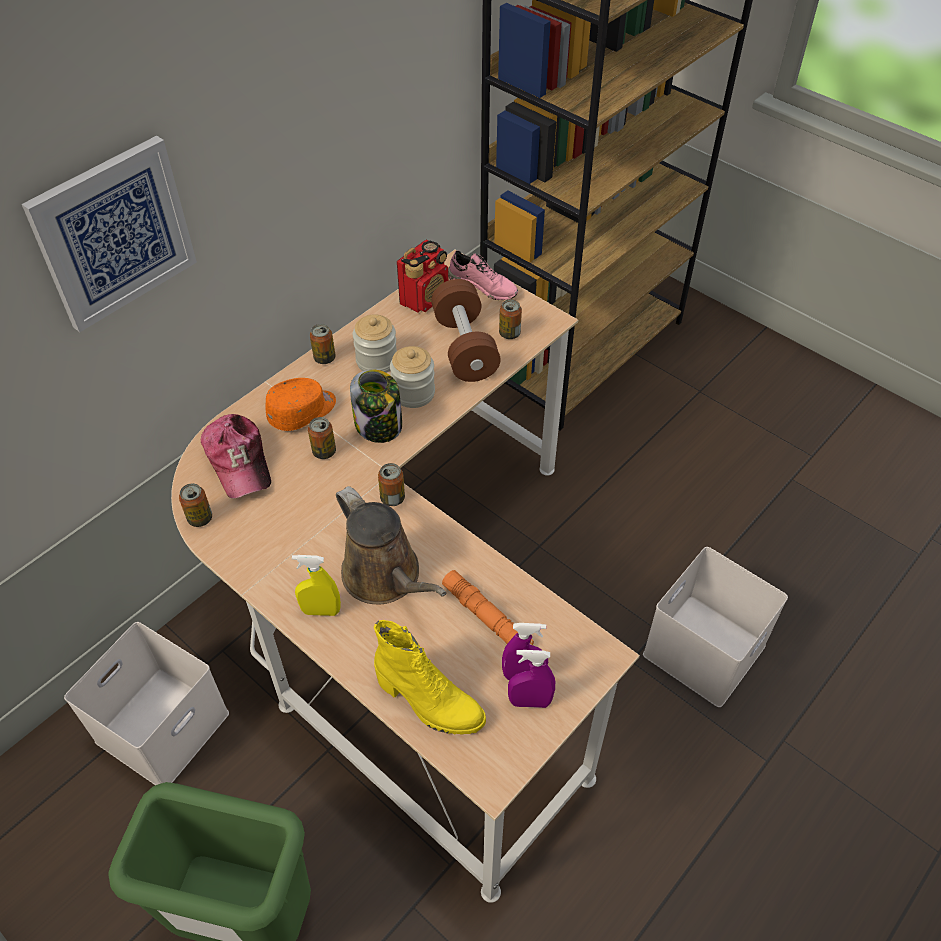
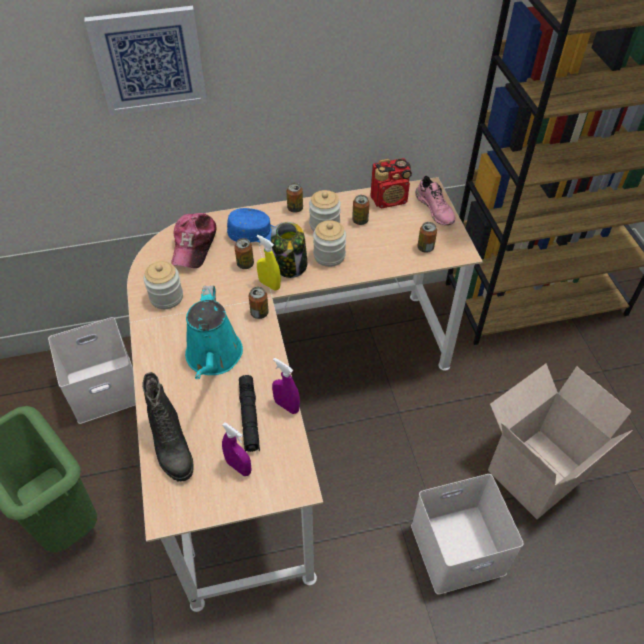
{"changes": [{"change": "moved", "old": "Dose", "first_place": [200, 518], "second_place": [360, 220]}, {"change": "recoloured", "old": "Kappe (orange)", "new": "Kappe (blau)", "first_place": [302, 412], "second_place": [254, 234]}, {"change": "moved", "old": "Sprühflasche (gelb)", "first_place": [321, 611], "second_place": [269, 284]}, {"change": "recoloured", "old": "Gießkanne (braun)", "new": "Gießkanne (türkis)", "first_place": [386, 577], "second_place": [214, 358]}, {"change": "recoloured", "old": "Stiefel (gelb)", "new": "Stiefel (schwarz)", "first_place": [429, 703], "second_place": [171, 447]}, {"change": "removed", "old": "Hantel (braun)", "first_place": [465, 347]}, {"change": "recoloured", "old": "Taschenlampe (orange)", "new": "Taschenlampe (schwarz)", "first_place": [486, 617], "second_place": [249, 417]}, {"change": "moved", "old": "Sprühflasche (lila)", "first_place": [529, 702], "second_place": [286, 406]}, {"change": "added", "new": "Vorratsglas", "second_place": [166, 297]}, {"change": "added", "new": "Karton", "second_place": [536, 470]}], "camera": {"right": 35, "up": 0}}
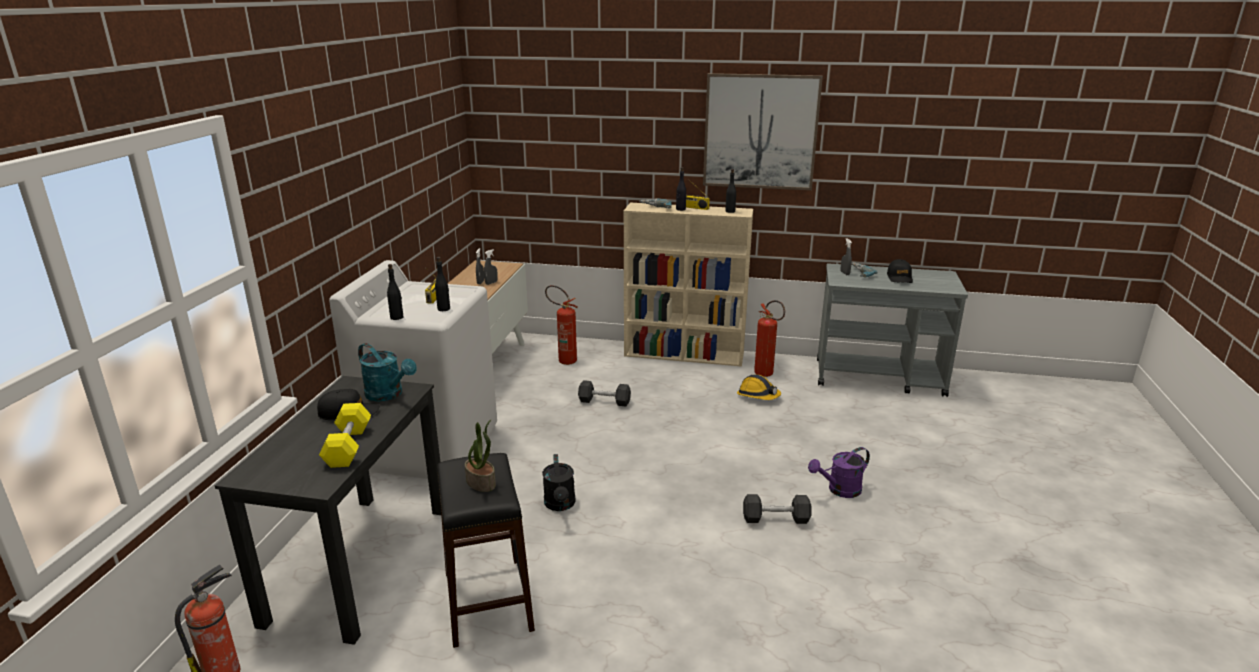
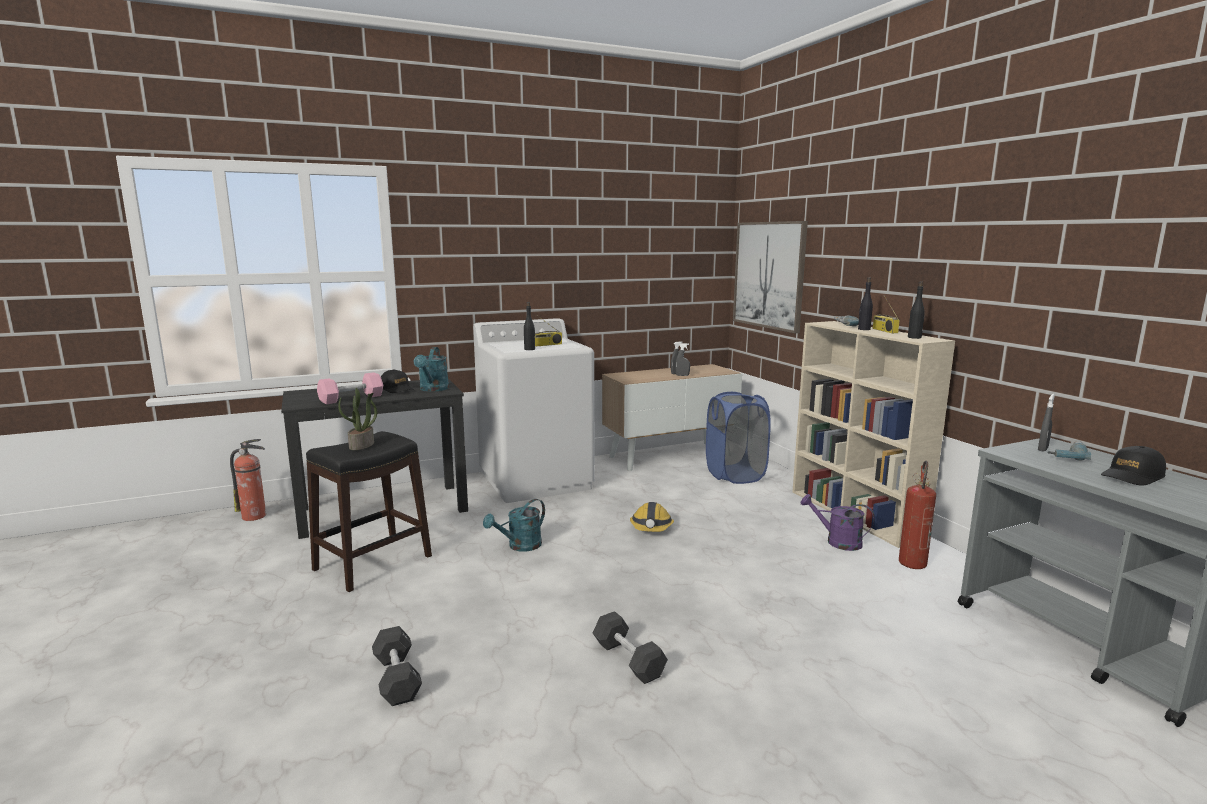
{"changes": [{"change": "recoloured", "old": "Hantel (gelb)", "new": "Hantel (rosa)", "first_place": [348, 446], "second_place": [351, 398]}, {"change": "removed", "old": "Flasche (schwarz)", "first_place": [397, 317]}, {"change": "recoloured", "old": "Gießkanne (schwarz)", "new": "Gießkanne (türkis)", "first_place": [560, 505], "second_place": [520, 546]}, {"change": "replaced", "old": "Feuerlöscher", "new": "Wäschekorb (blau)", "first_place": [563, 360], "second_place": [735, 474]}, {"change": "moved", "old": "Hantel (schwarz)", "first_place": [604, 401], "second_place": [397, 678]}, {"change": "moved", "old": "Bild", "first_place": [760, 132], "second_place": [769, 275]}, {"change": "moved", "old": "Schutzhelm", "first_place": [758, 396], "second_place": [651, 528]}, {"change": "moved", "old": "Gießkanne (lila)", "first_place": [839, 490], "second_place": [837, 542]}], "camera": {"right": 55, "up": -10}}
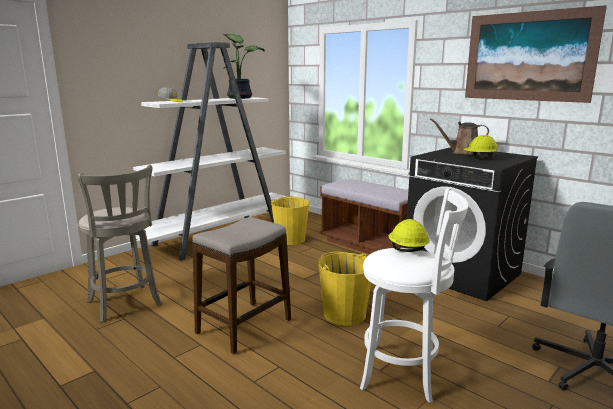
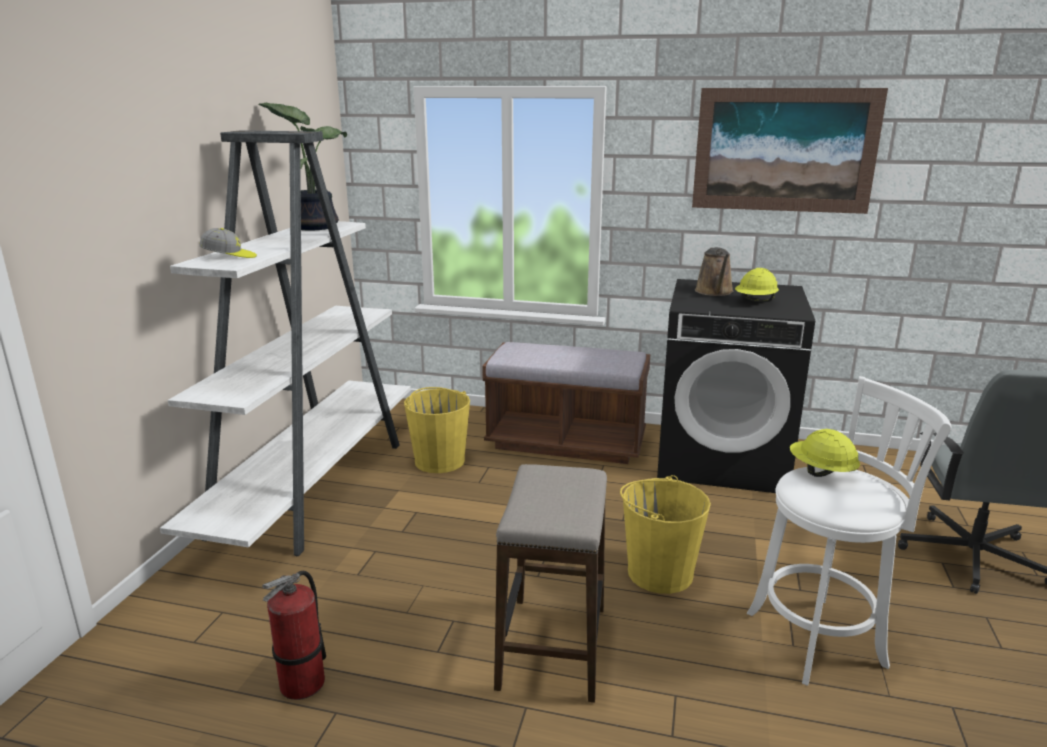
{"changes": [{"change": "replaced", "old": "Hocker (grau)", "new": "Feuerlöscher", "first_place": [125, 304], "second_place": [303, 683]}, {"change": "turned", "old": "Gießkanne (braun)", "first_place": [462, 153], "second_place": [714, 292], "degrees": -60}], "camera": {"right": -30, "up": 5}}
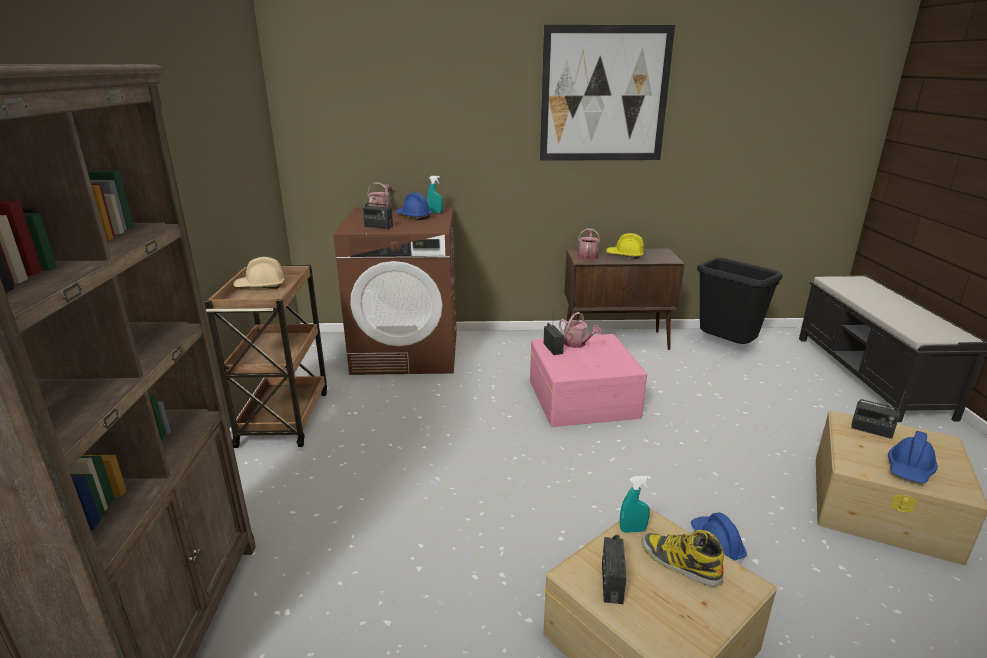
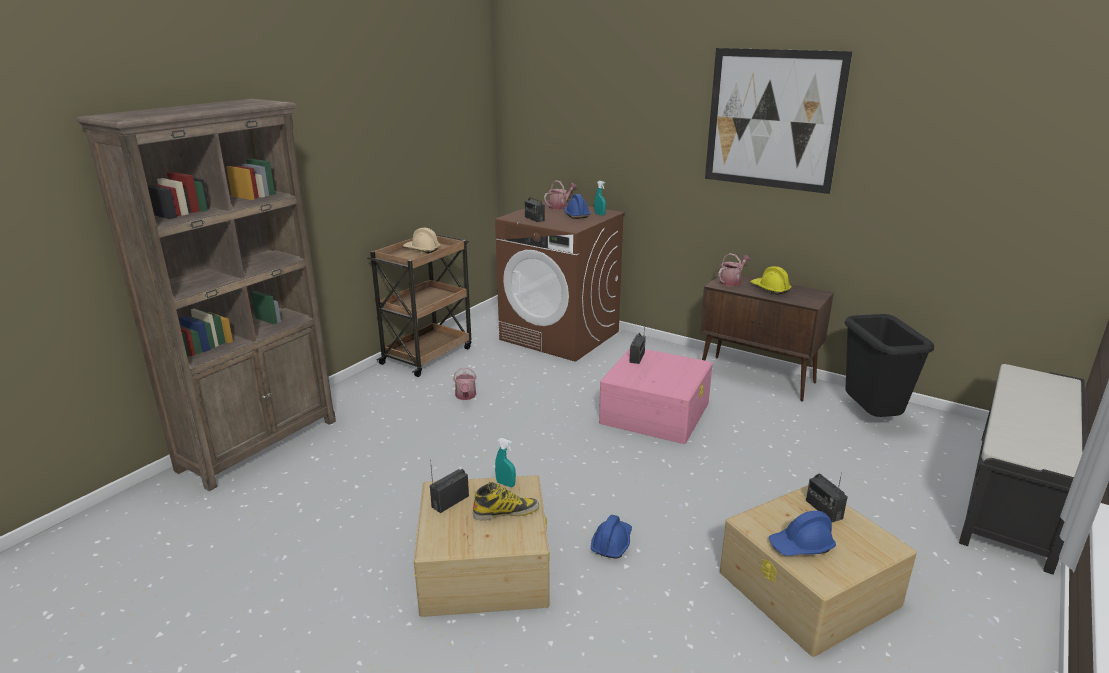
{"changes": [{"change": "moved", "old": "Gießkanne", "first_place": [577, 344], "second_place": [465, 396]}, {"change": "turned", "old": "Stiefel", "first_place": [679, 563], "second_place": [506, 512], "degrees": 90}], "camera": {"right": 35, "up": 0}}
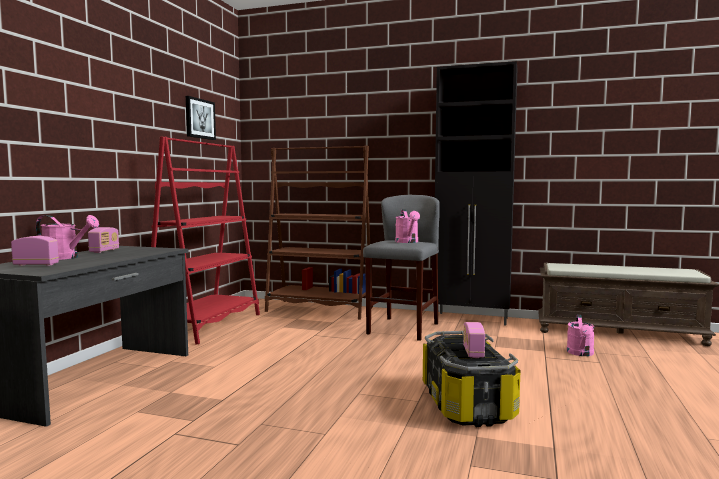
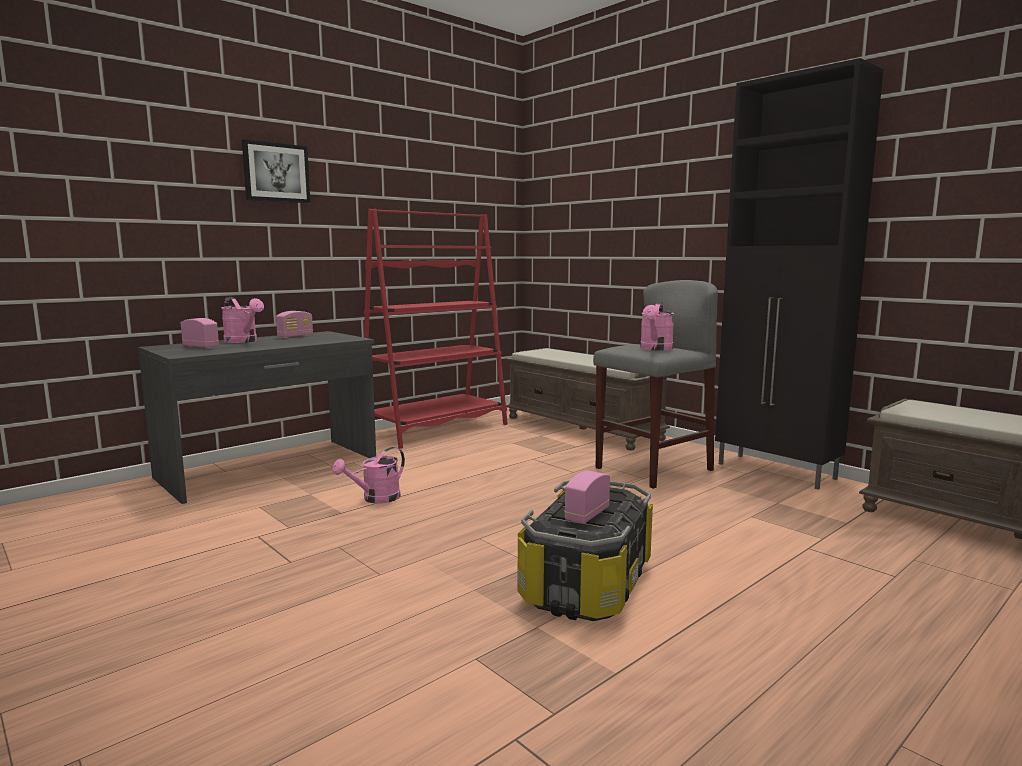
{"changes": [{"change": "moved", "old": "Bild", "first_place": [199, 118], "second_place": [276, 172]}, {"change": "replaced", "old": "Bücherregal (braun)", "new": "Bank (braun)", "first_place": [319, 310], "second_place": [584, 428]}, {"change": "moved", "old": "Gießkanne (rosa)", "first_place": [581, 353], "second_place": [375, 499]}], "camera": {"right": 30, "up": 5}}
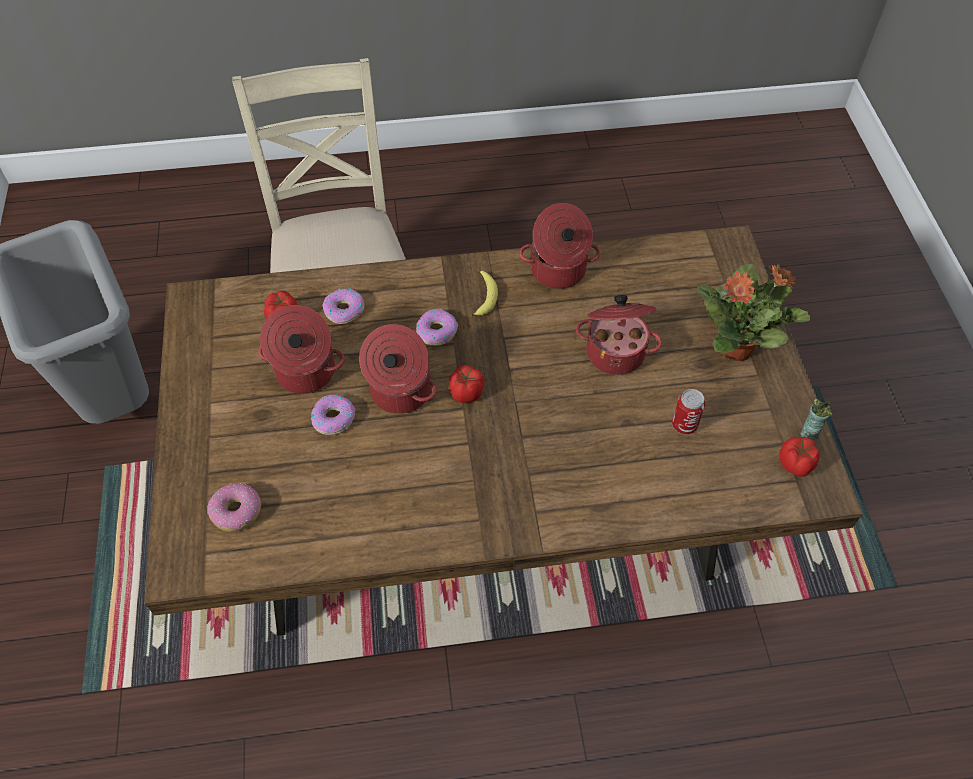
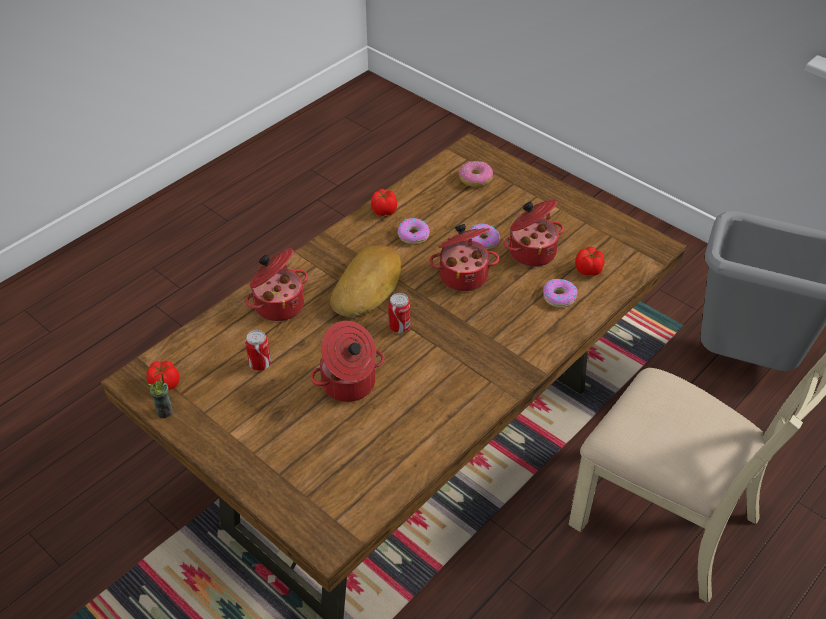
{"changes": [{"change": "moved", "old": "Donut", "first_place": [436, 331], "second_place": [413, 235]}, {"change": "moved", "old": "Tomate", "first_place": [466, 393], "second_place": [384, 210]}, {"change": "removed", "old": "Banane", "first_place": [485, 297]}, {"change": "moved", "old": "Kochtopf", "first_place": [558, 271], "second_place": [278, 304]}, {"change": "removed", "old": "Topfpflanze", "first_place": [736, 348]}, {"change": "added", "new": "Brot", "second_place": [368, 287]}, {"change": "added", "new": "Dose", "second_place": [399, 327]}], "camera": {"right": 140, "up": -10}}
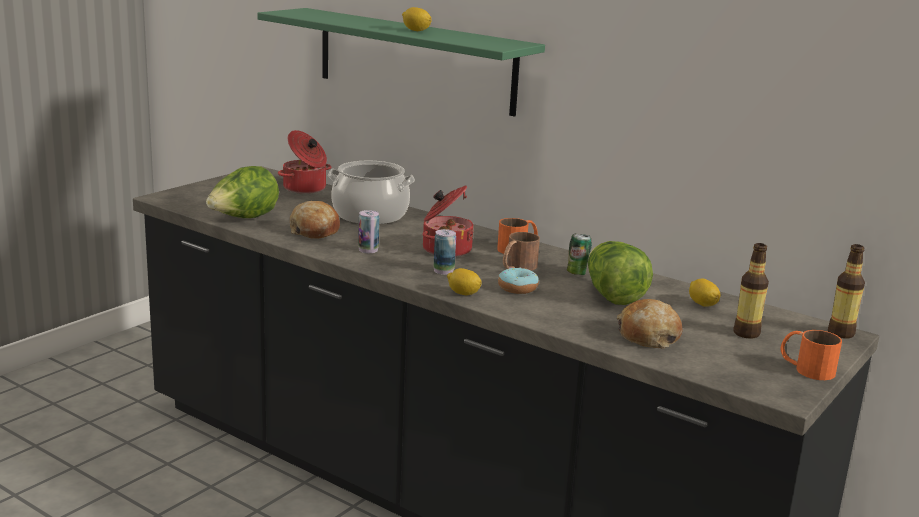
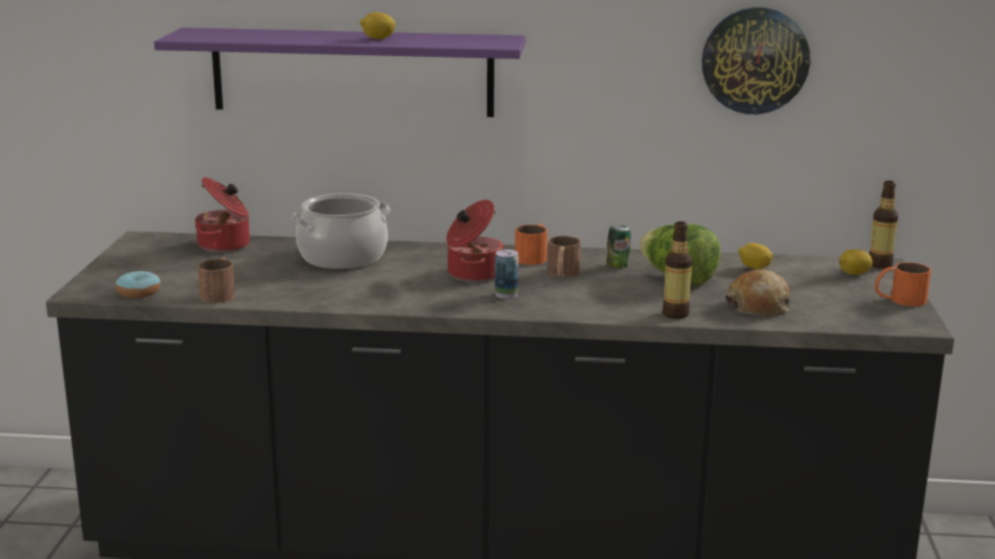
{"changes": [{"change": "replaced", "old": "Salatkopf", "new": "Henkelbecher (braun)", "first_place": [243, 219], "second_place": [220, 293]}, {"change": "recoloured", "old": "Wandregal (grün)", "new": "Wandregal (lila)", "first_place": [415, 60], "second_place": [352, 72]}, {"change": "removed", "old": "Brot", "first_place": [314, 231]}, {"change": "removed", "old": "Dose", "first_place": [368, 250]}, {"change": "moved", "old": "Zitrone", "first_place": [463, 294], "second_place": [854, 274]}, {"change": "moved", "old": "Donut", "first_place": [517, 288], "second_place": [138, 293]}, {"change": "moved", "old": "Flasche", "first_place": [746, 333], "second_place": [675, 314]}, {"change": "added", "new": "Wanduhr", "second_place": [755, 60]}], "camera": {"right": -30, "up": 0}}
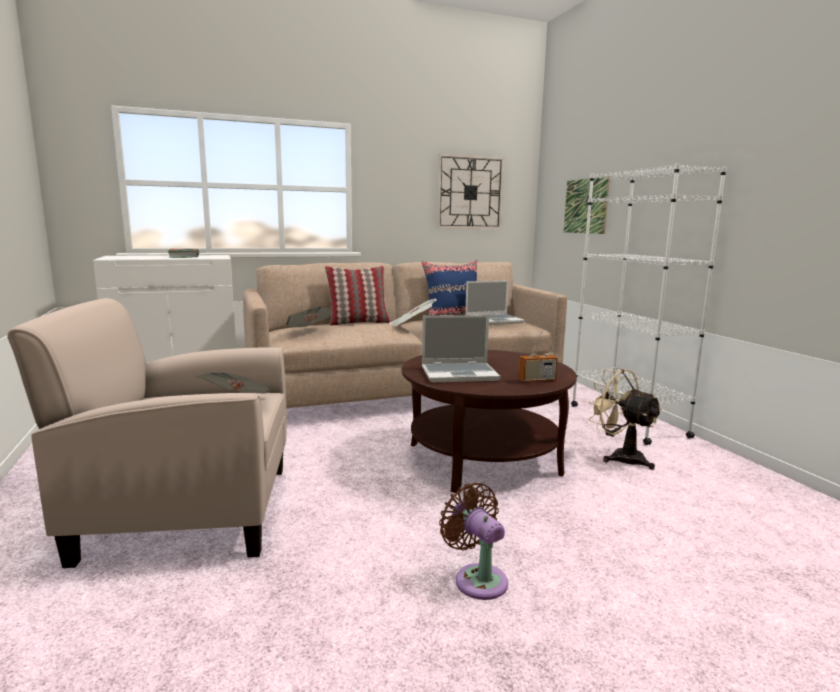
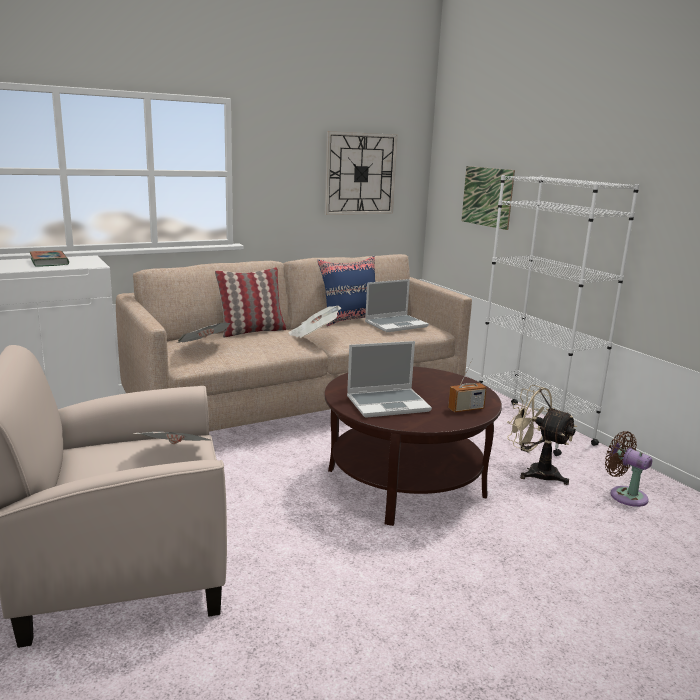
{"changes": [{"change": "moved", "old": "Ventilator (braun)", "first_place": [477, 578], "second_place": [624, 495]}], "camera": {"right": -10, "up": 5}}
